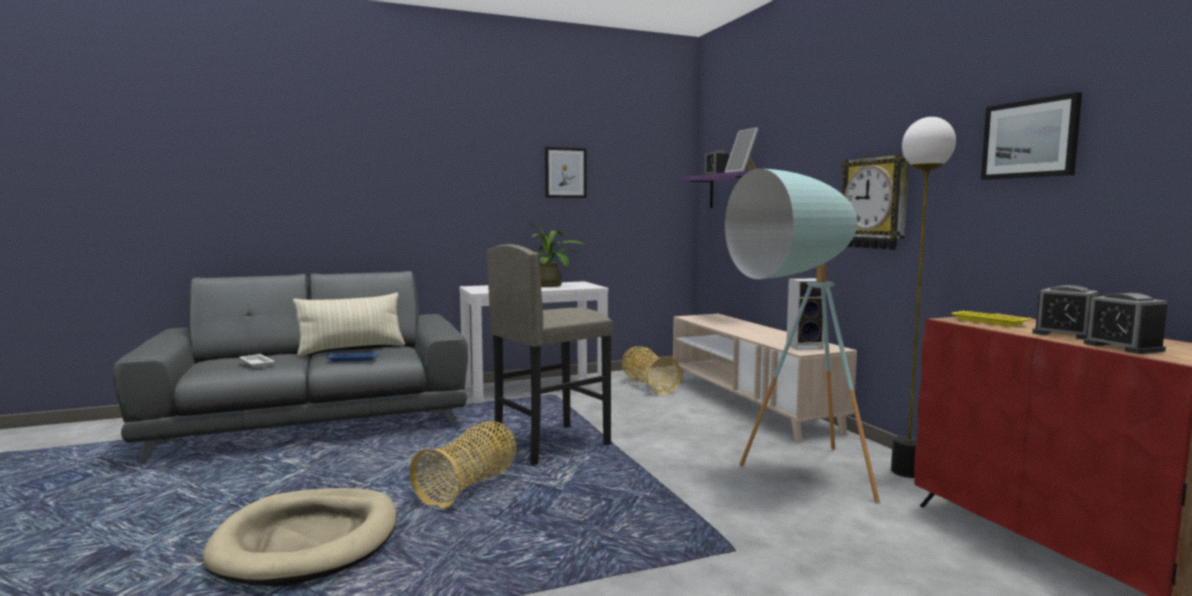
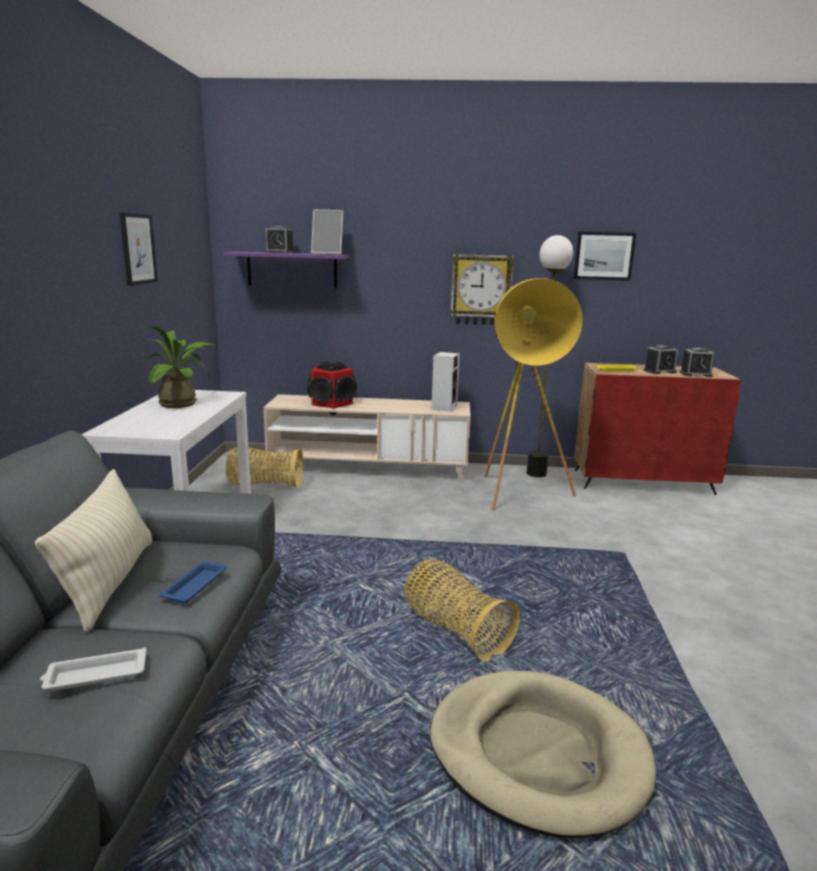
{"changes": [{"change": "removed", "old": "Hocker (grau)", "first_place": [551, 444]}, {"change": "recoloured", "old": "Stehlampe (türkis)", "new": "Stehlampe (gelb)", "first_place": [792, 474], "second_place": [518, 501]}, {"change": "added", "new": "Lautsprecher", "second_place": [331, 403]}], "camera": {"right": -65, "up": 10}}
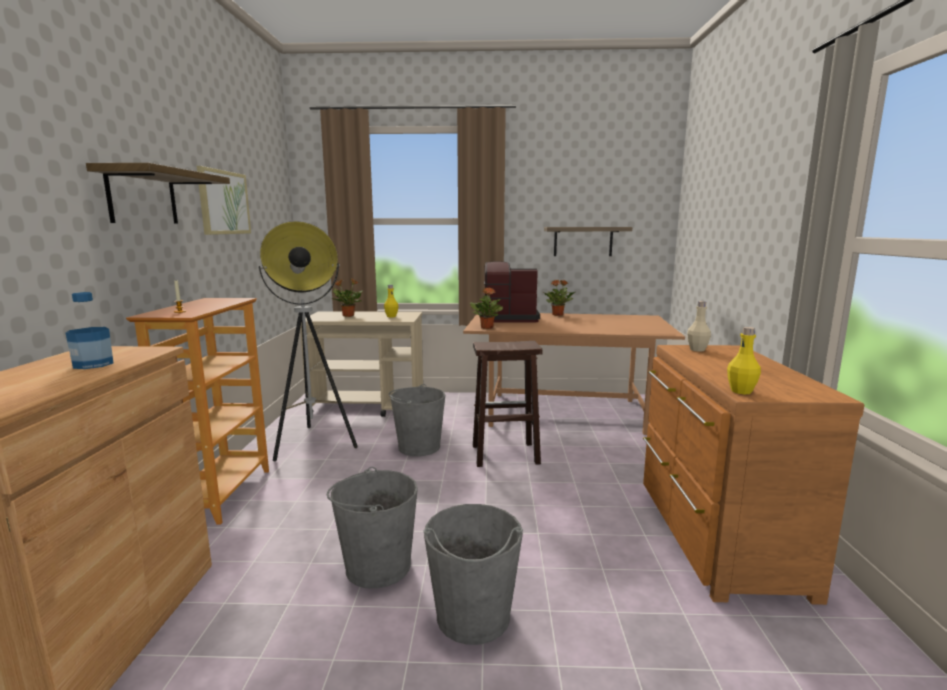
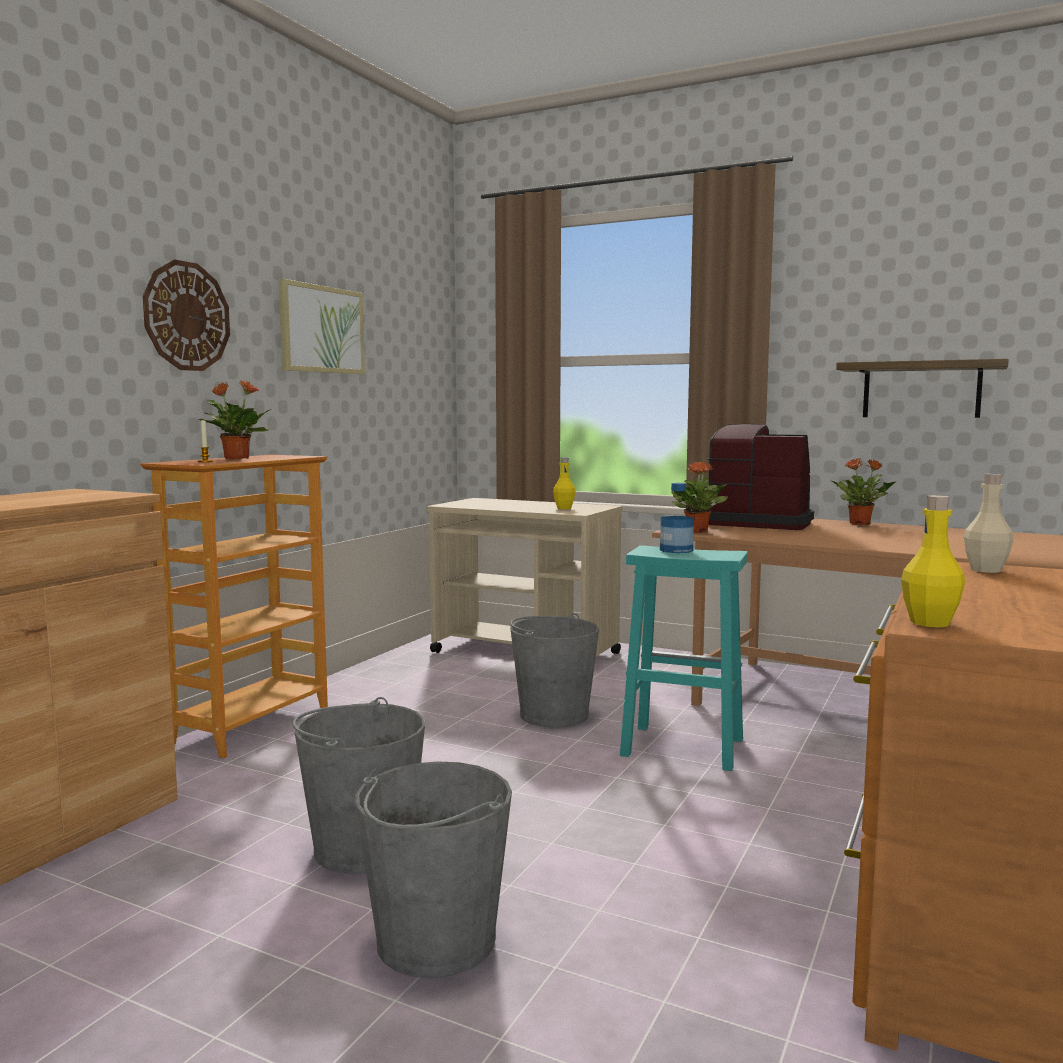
{"changes": [{"change": "moved", "old": "Flasche", "first_place": [93, 364], "second_place": [676, 550]}, {"change": "replaced", "old": "Wandregal", "new": "Wanduhr", "first_place": [142, 197], "second_place": [186, 316]}, {"change": "removed", "old": "Stehlampe", "first_place": [313, 443]}, {"change": "moved", "old": "Topfpflanze", "first_place": [348, 316], "second_place": [236, 458]}, {"change": "recoloured", "old": "Hocker (braun)", "new": "Hocker (türkis)", "first_place": [504, 454], "second_place": [680, 747]}], "camera": {"right": 25, "up": -5}}
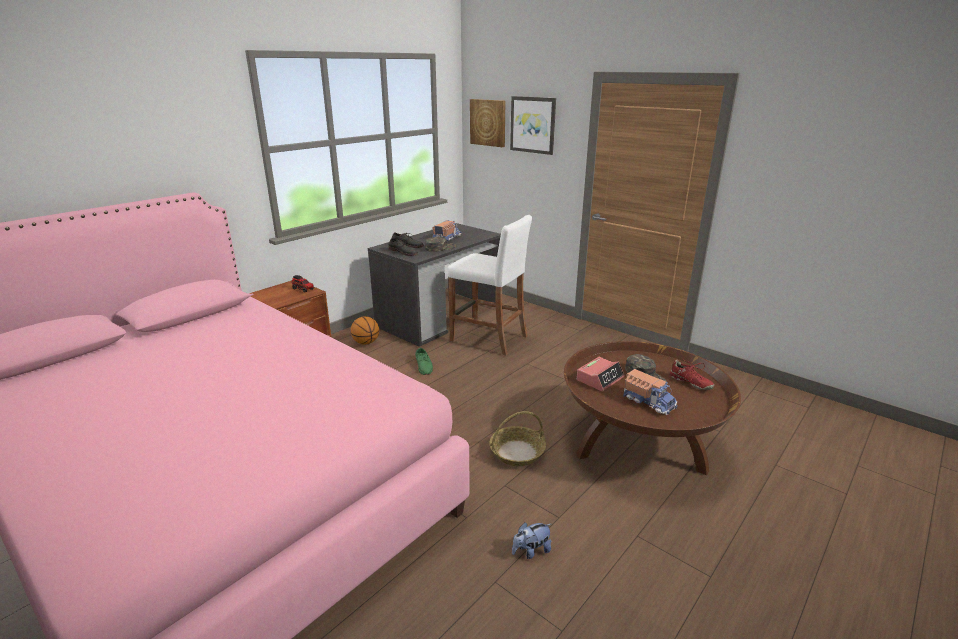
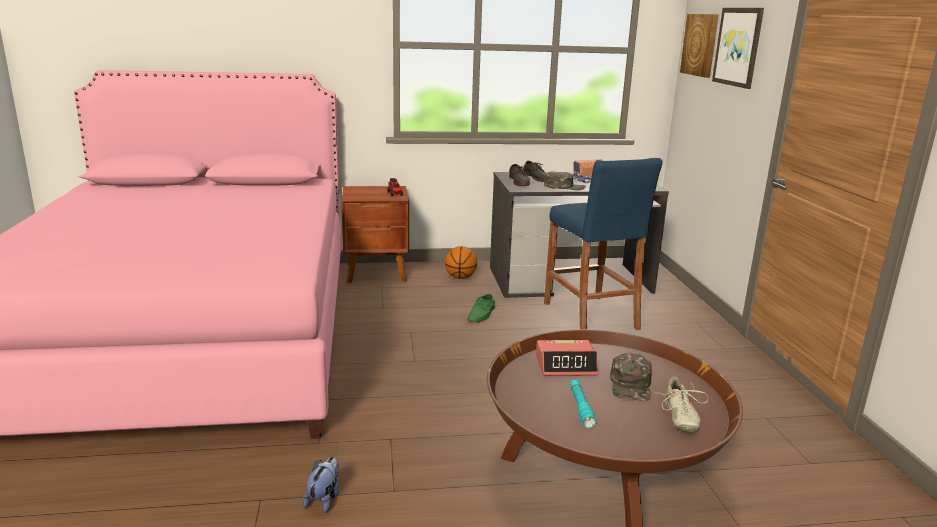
{"changes": [{"change": "recoloured", "old": "Hocker (weiß)", "new": "Hocker (blau)", "first_place": [488, 338], "second_place": [590, 316]}, {"change": "removed", "old": "Korb", "first_place": [517, 452]}, {"change": "turned", "old": "Plüschtier", "first_place": [531, 551], "second_place": [324, 499], "degrees": 90}, {"change": "replaced", "old": "Spielzeuglaster", "new": "Taschenlampe (türkis)", "first_place": [648, 401], "second_place": [581, 408]}, {"change": "recoloured", "old": "Schuh (rot)", "new": "Schuh (beige)", "first_place": [690, 382], "second_place": [679, 417]}], "camera": {"right": 40, "up": -5}}
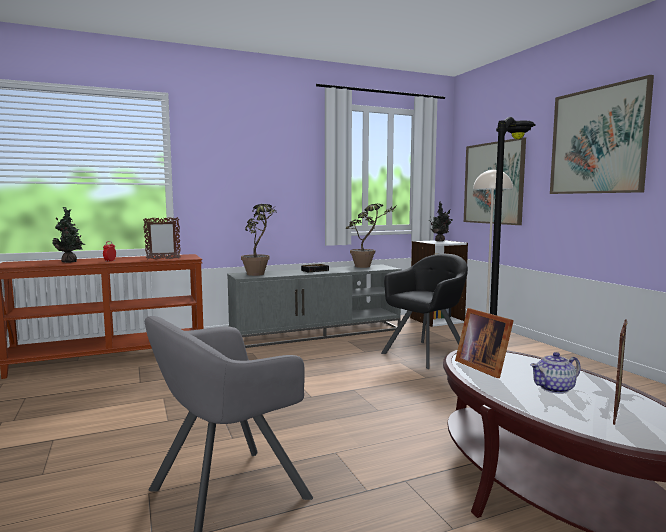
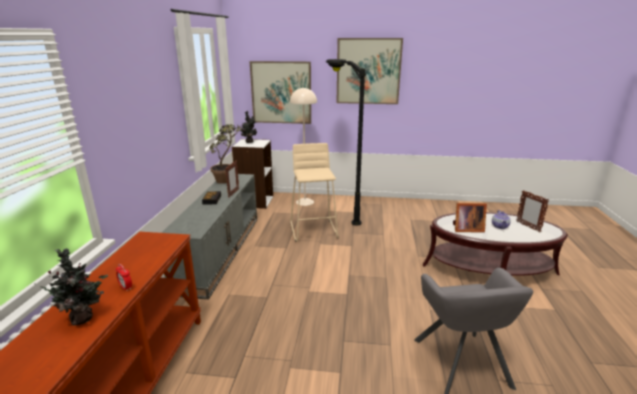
{"changes": [{"change": "moved", "old": "Bilderrahmen", "first_place": [163, 259], "second_place": [233, 193]}, {"change": "removed", "old": "Topfpflanze", "first_place": [259, 273]}, {"change": "replaced", "old": "Sessel (schwarz)", "new": "Hocker (beige)", "first_place": [425, 354], "second_place": [314, 230]}], "camera": {"right": -60, "up": 15}}
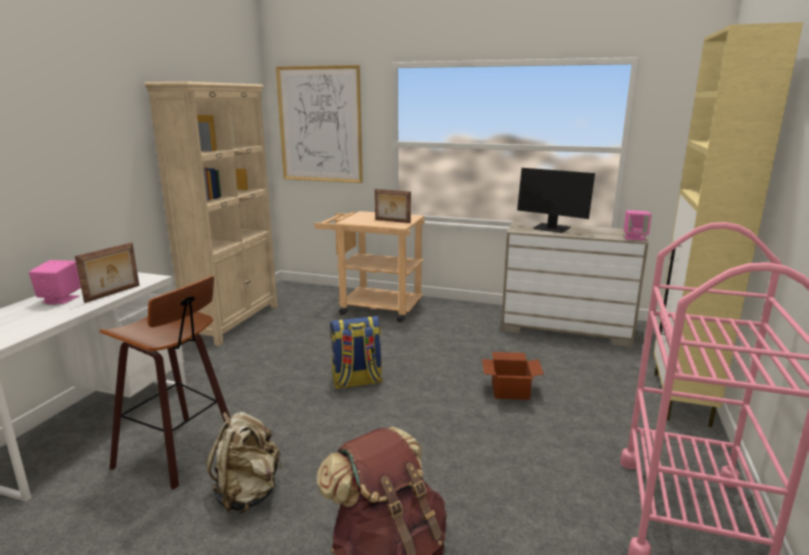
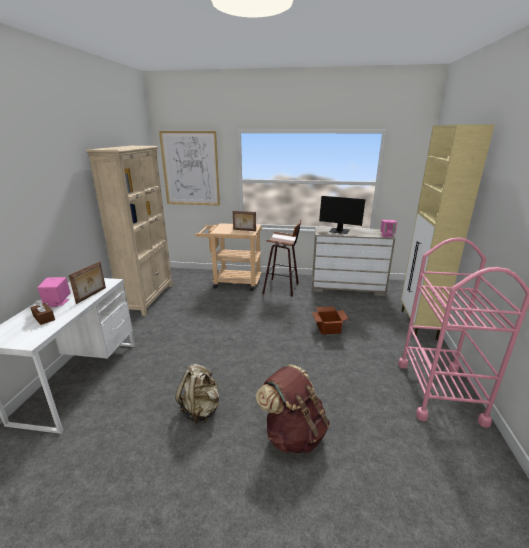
{"changes": [{"change": "moved", "old": "Hocker", "first_place": [181, 452], "second_place": [282, 288]}, {"change": "removed", "old": "Rucksack", "first_place": [356, 382]}, {"change": "added", "new": "Taschentuchbox (braun)", "second_place": [44, 318]}], "camera": {"right": -10, "up": 5}}
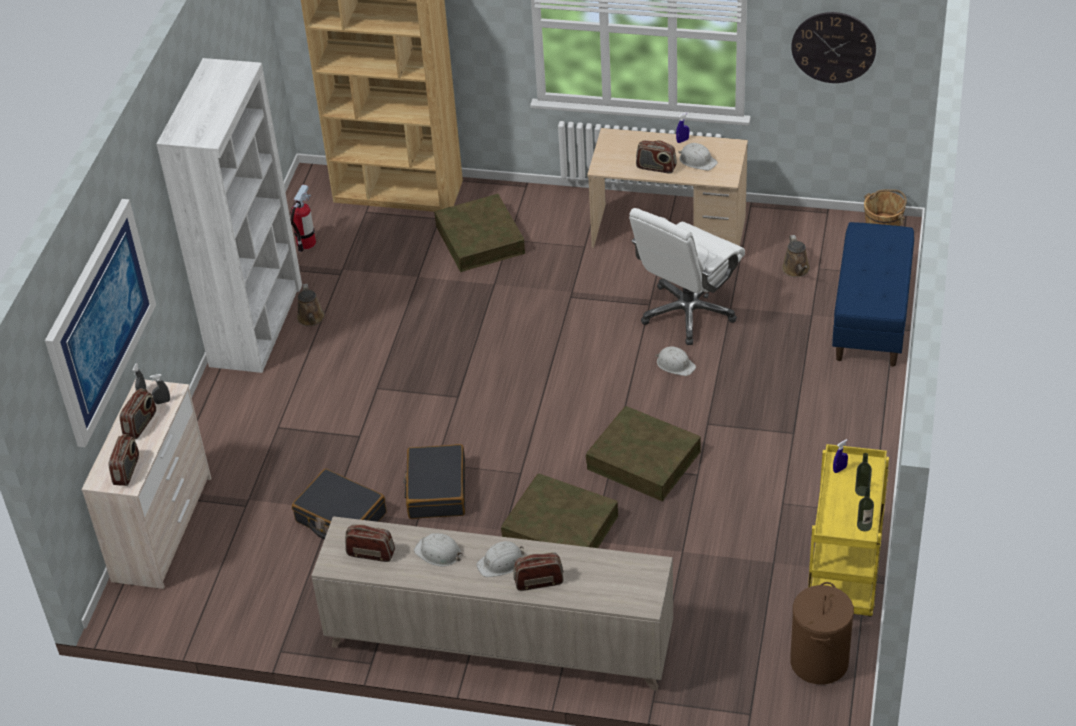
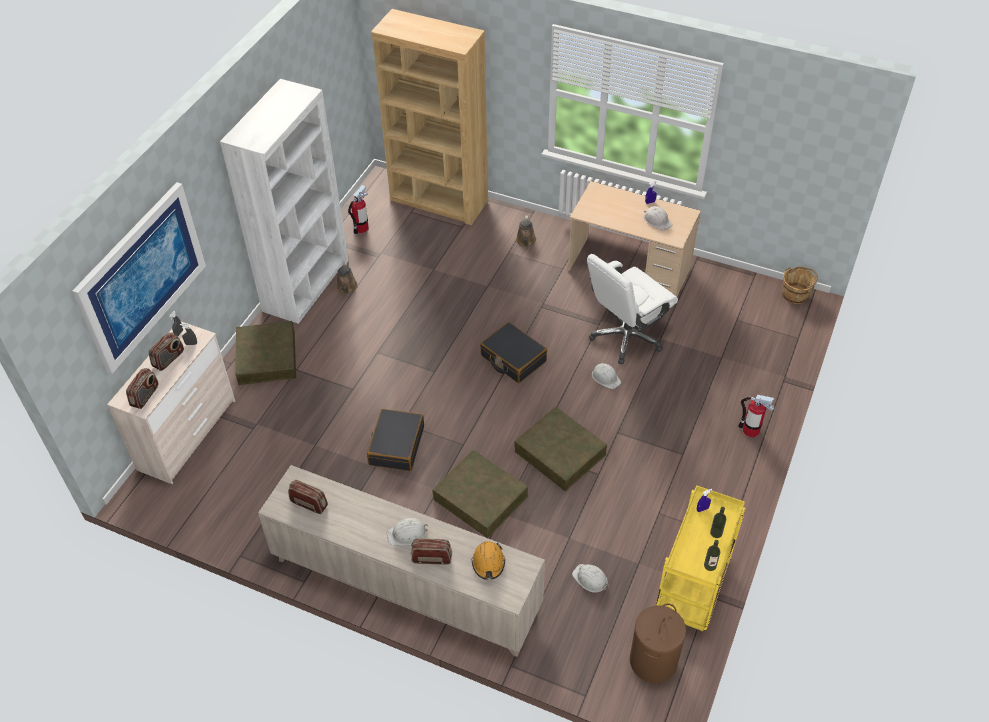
{"changes": [{"change": "moved", "old": "Koffer (schwarz)", "first_place": [340, 517], "second_place": [513, 359]}, {"change": "moved", "old": "Schutzhelm (weiß)", "first_place": [438, 552], "second_place": [590, 579]}, {"change": "moved", "old": "Aufbewahrungsbox (braun)", "first_place": [480, 239], "second_place": [267, 357]}, {"change": "removed", "old": "Radio", "first_place": [656, 167]}, {"change": "moved", "old": "Gießkanne (braun)", "first_place": [796, 270], "second_place": [525, 241]}, {"change": "removed", "old": "Wanduhr", "first_place": [833, 47]}, {"change": "removed", "old": "Bank (blau)", "first_place": [872, 318]}, {"change": "added", "new": "Schutzhelm (orange)", "second_place": [488, 563]}, {"change": "added", "new": "Feuerlöscher", "second_place": [750, 430]}], "camera": {"right": 10, "up": 5}}
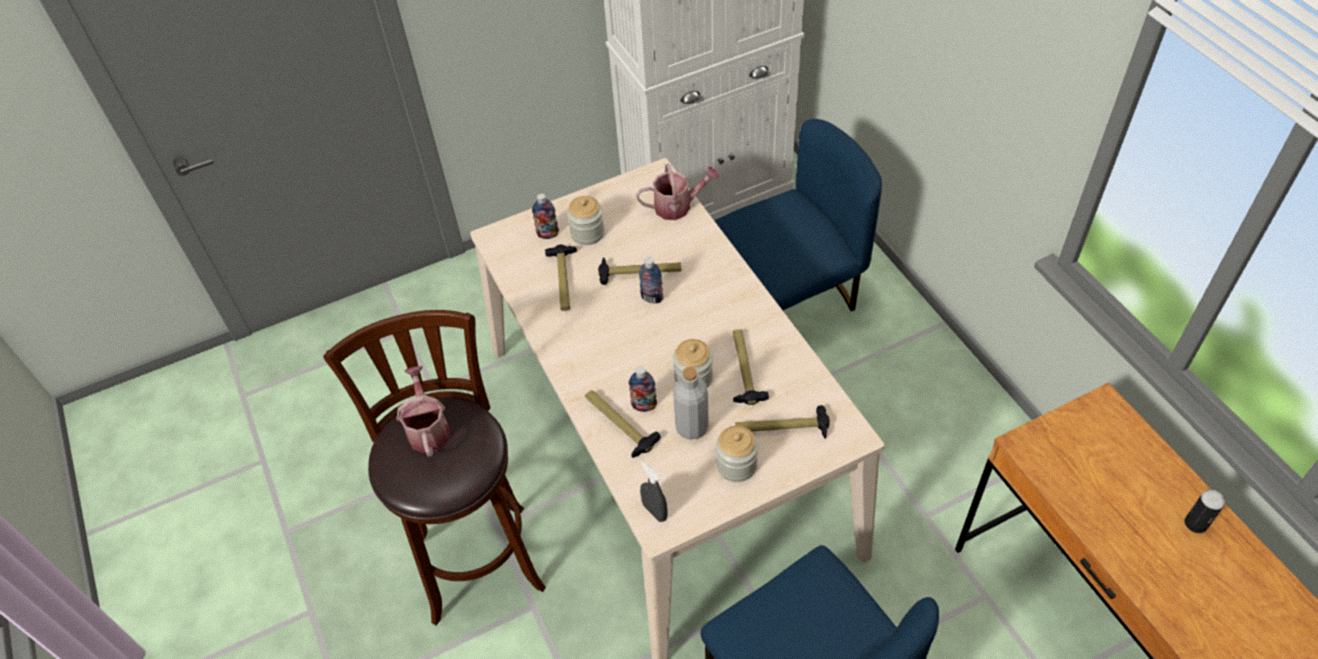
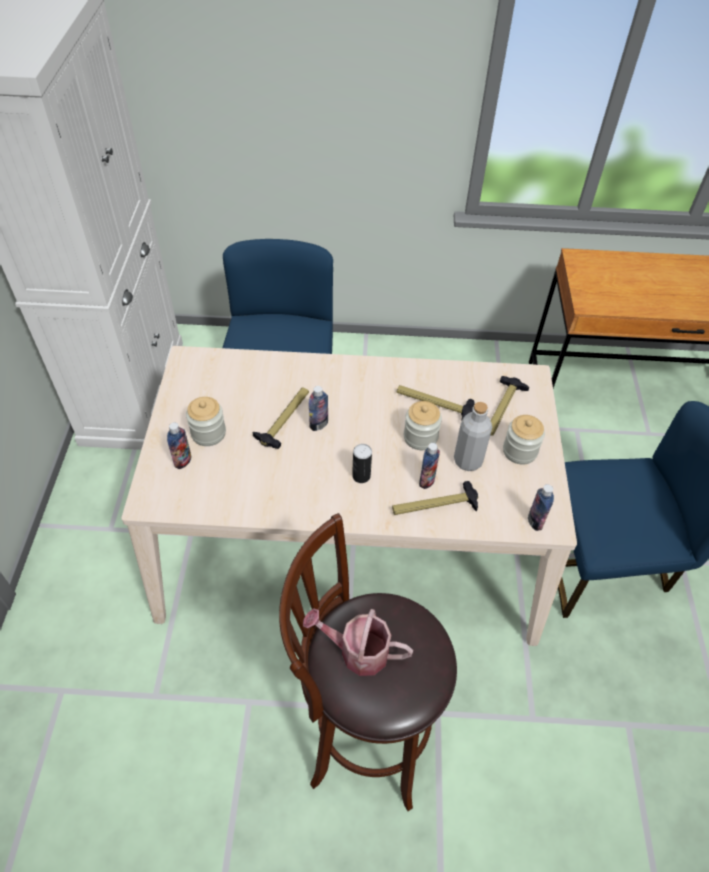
{"changes": [{"change": "removed", "old": "Hammer", "first_place": [563, 281]}, {"change": "removed", "old": "Gießkanne", "first_place": [678, 206]}, {"change": "replaced", "old": "Sprühflasche (grau)", "new": "Flasche", "first_place": [654, 511], "second_place": [535, 521]}, {"change": "moved", "old": "Dose", "first_place": [1195, 523], "second_place": [361, 476]}], "camera": {"right": -65, "up": 0}}
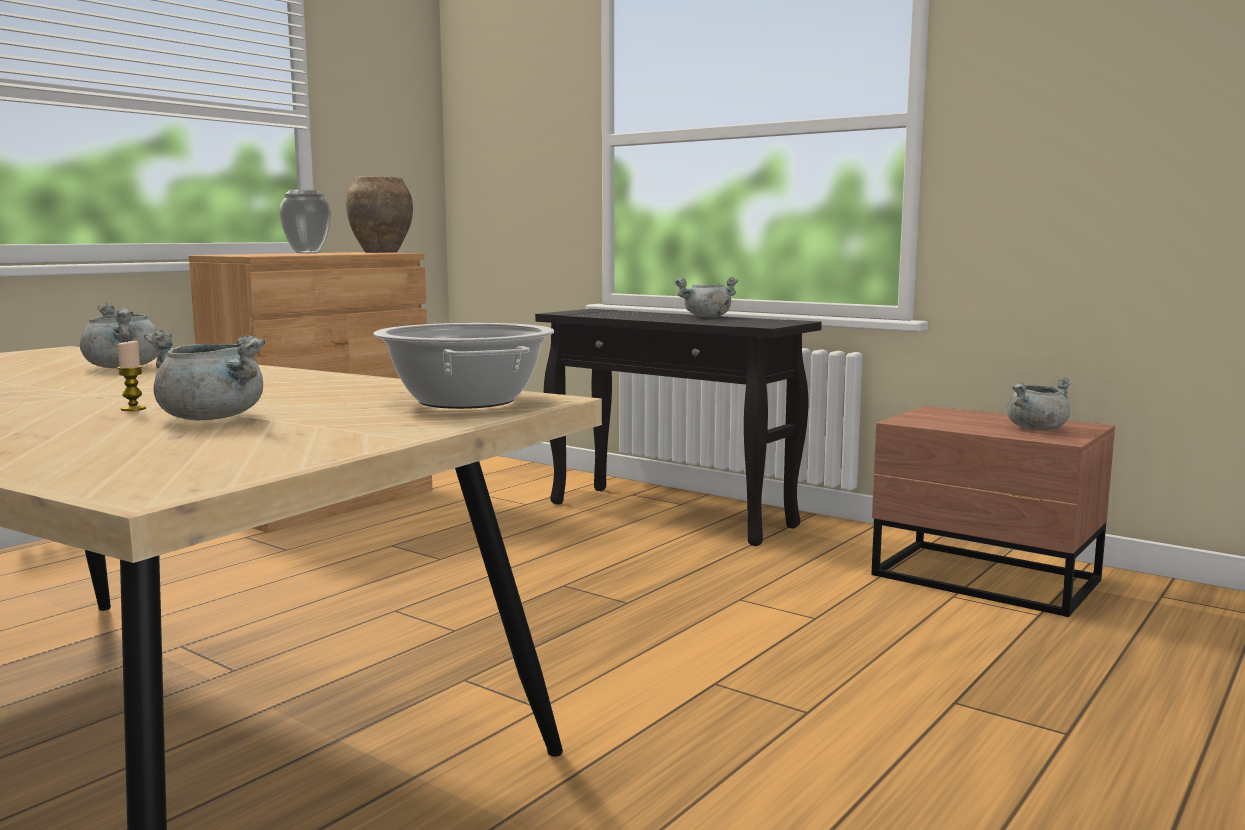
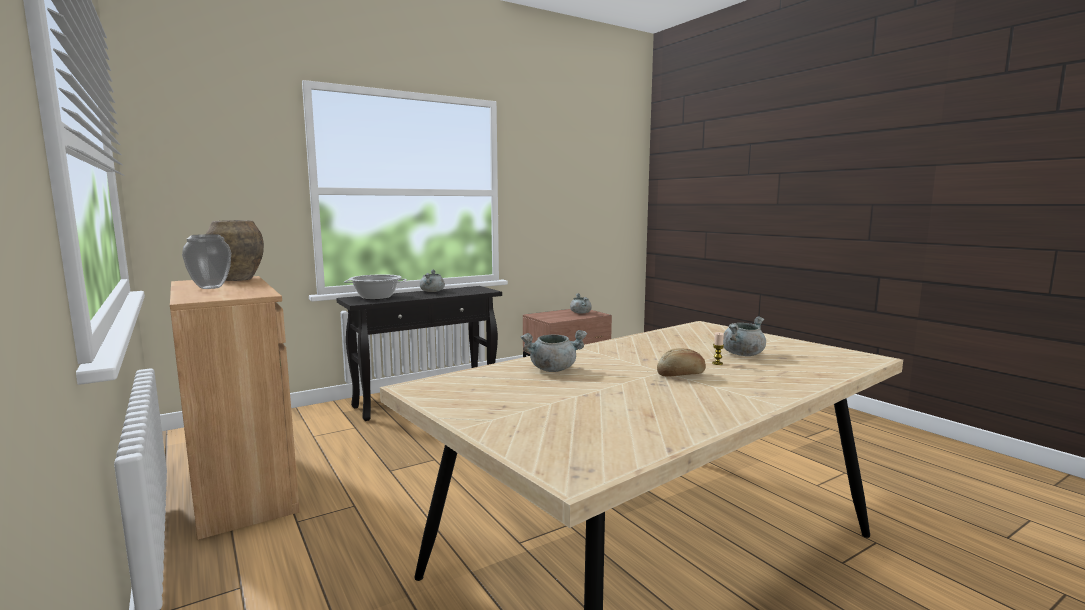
{"changes": [{"change": "moved", "old": "Kochtopf", "first_place": [466, 400], "second_place": [376, 297]}, {"change": "added", "new": "Brot", "second_place": [681, 375]}], "camera": {"right": -70, "up": 0}}
